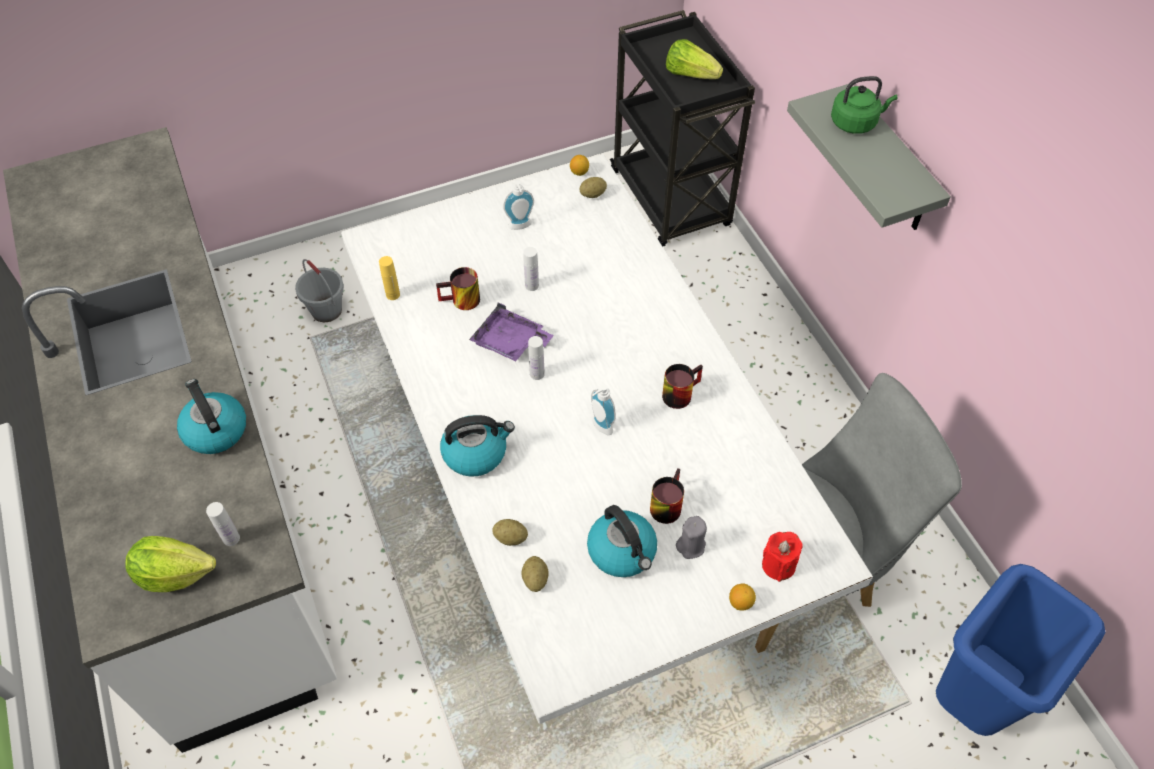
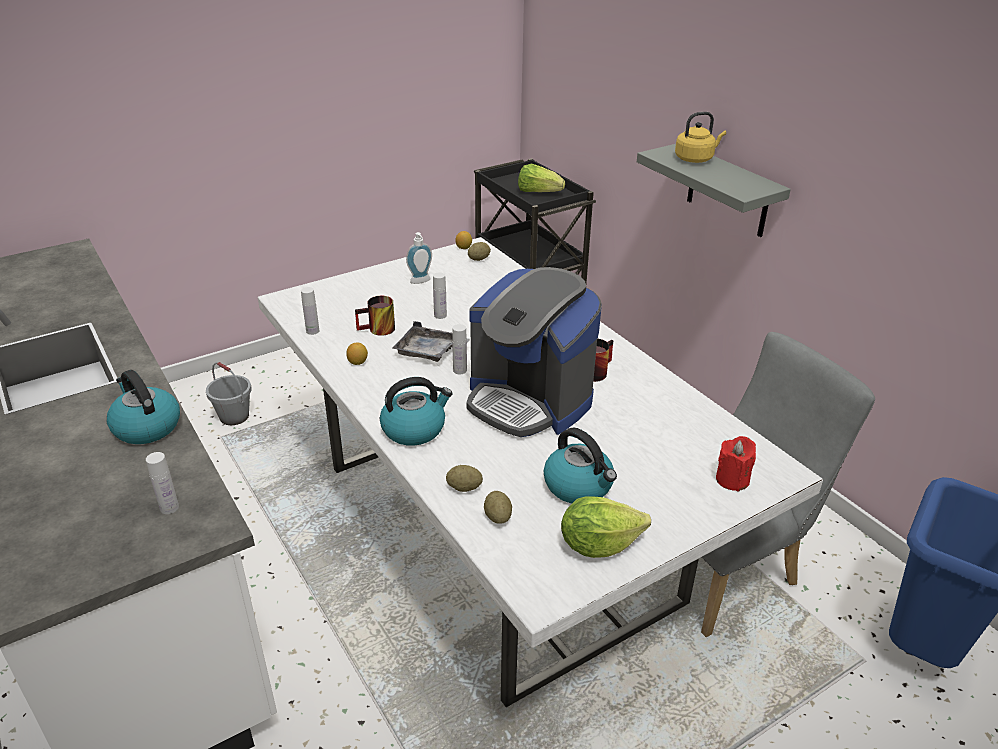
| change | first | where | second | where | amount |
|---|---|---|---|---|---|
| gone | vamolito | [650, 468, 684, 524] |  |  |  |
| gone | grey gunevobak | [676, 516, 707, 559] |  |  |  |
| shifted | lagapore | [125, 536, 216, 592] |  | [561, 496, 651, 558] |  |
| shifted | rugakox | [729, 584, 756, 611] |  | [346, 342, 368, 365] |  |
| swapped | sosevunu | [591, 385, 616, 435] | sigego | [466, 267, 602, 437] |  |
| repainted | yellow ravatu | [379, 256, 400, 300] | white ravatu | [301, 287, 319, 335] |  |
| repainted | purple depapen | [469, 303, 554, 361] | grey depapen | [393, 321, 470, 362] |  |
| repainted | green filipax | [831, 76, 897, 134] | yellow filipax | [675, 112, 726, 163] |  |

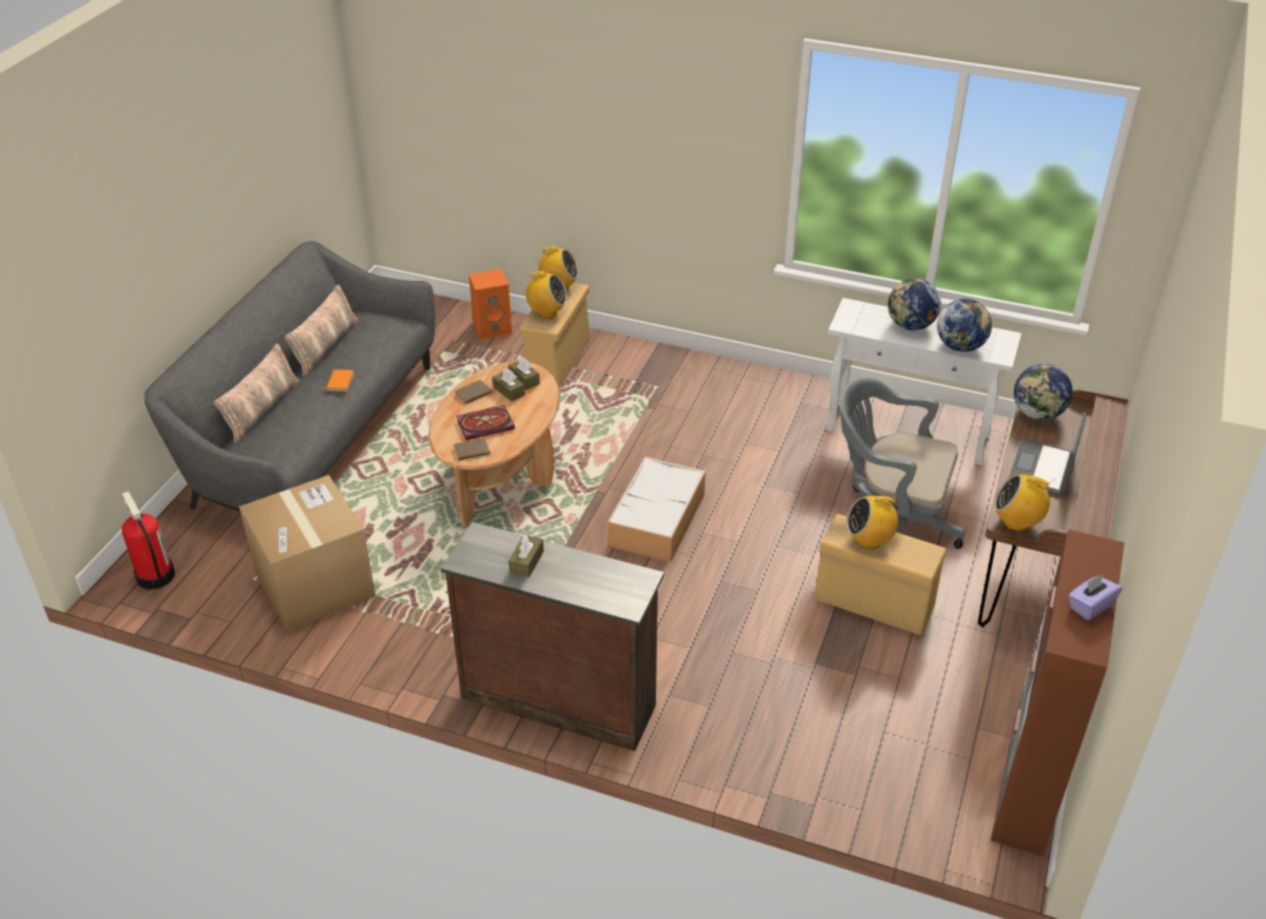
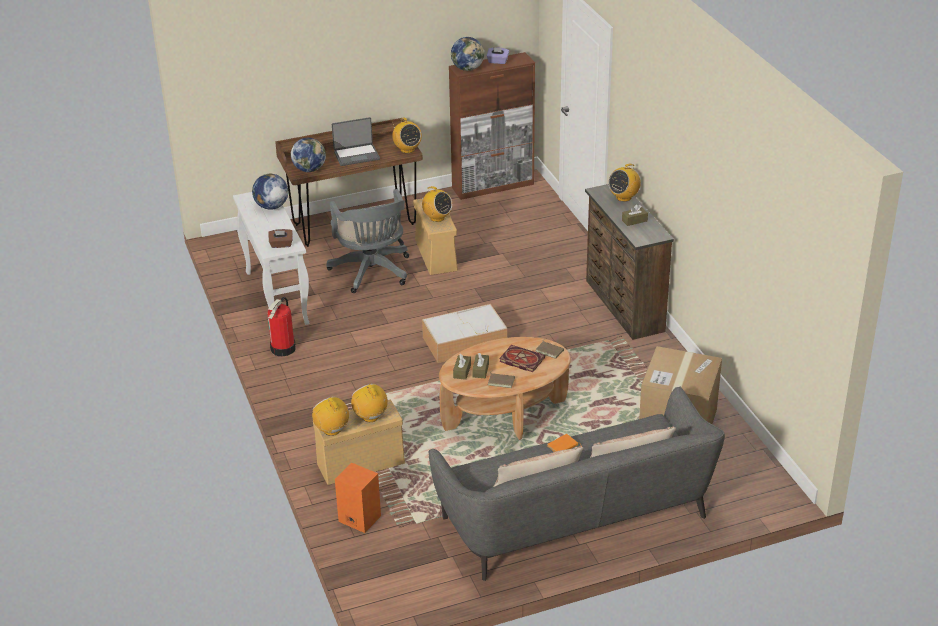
| change | first | where | second | where | amount |
|---|---|---|---|---|---|
| new |  |  | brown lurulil | [269, 229, 292, 248] |  |
| new |  |  | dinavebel | [609, 164, 641, 202] |  |
| shifted | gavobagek | [121, 491, 175, 589] |  | [268, 297, 296, 356] |  |
| shifted | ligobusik | [888, 278, 941, 330] |  | [451, 37, 485, 71] |  |

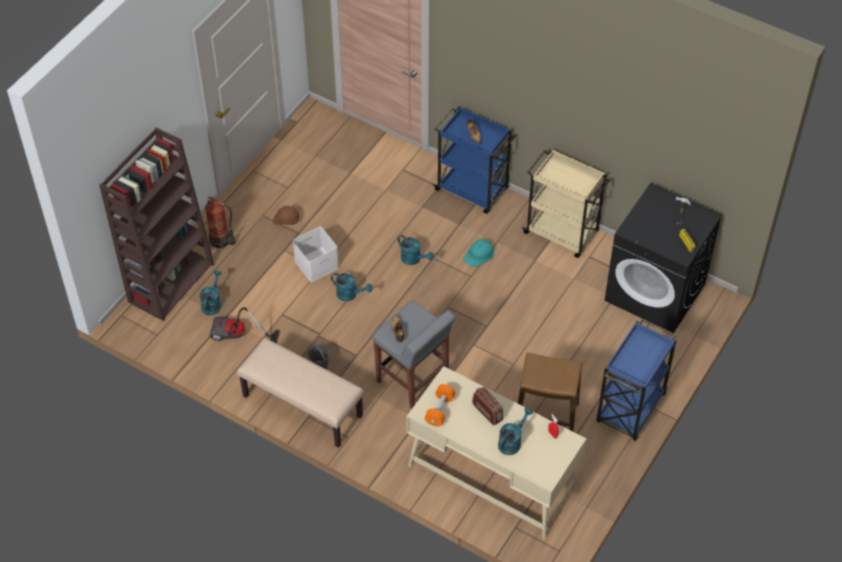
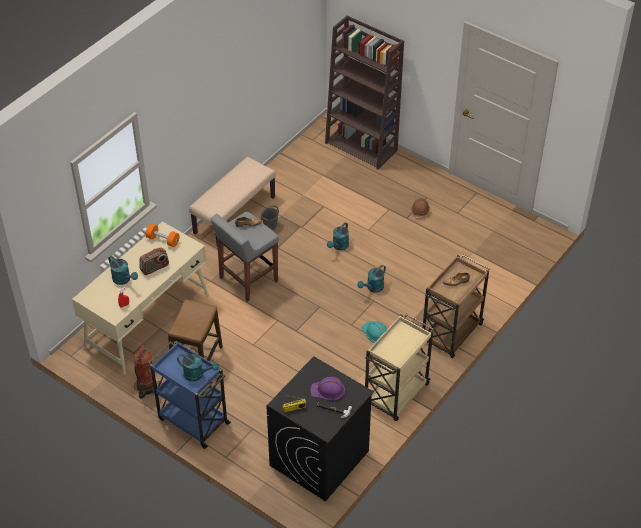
| change | first | where | second | where | amount |
|---|---|---|---|---|---|
| gone | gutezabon | [210, 308, 280, 343] |  |  |  |
| gone | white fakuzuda | [293, 226, 339, 282] |  |  |  |
| new |  |  | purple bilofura | [310, 377, 345, 401] |  |
| shifted | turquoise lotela | [200, 270, 222, 315] |  | [177, 354, 219, 381] |  |
| shifted | gavobagek | [205, 197, 236, 249] |  | [133, 345, 160, 399] |  |
| repainted | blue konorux | [433, 106, 516, 214] | brown konorux | [423, 254, 490, 358] |  |

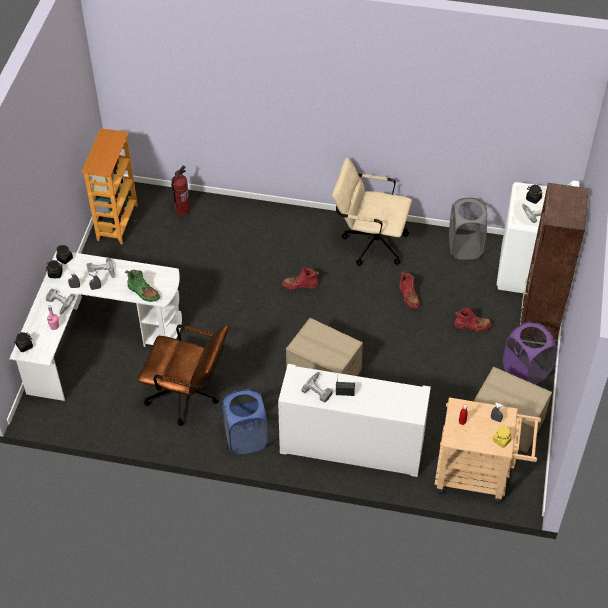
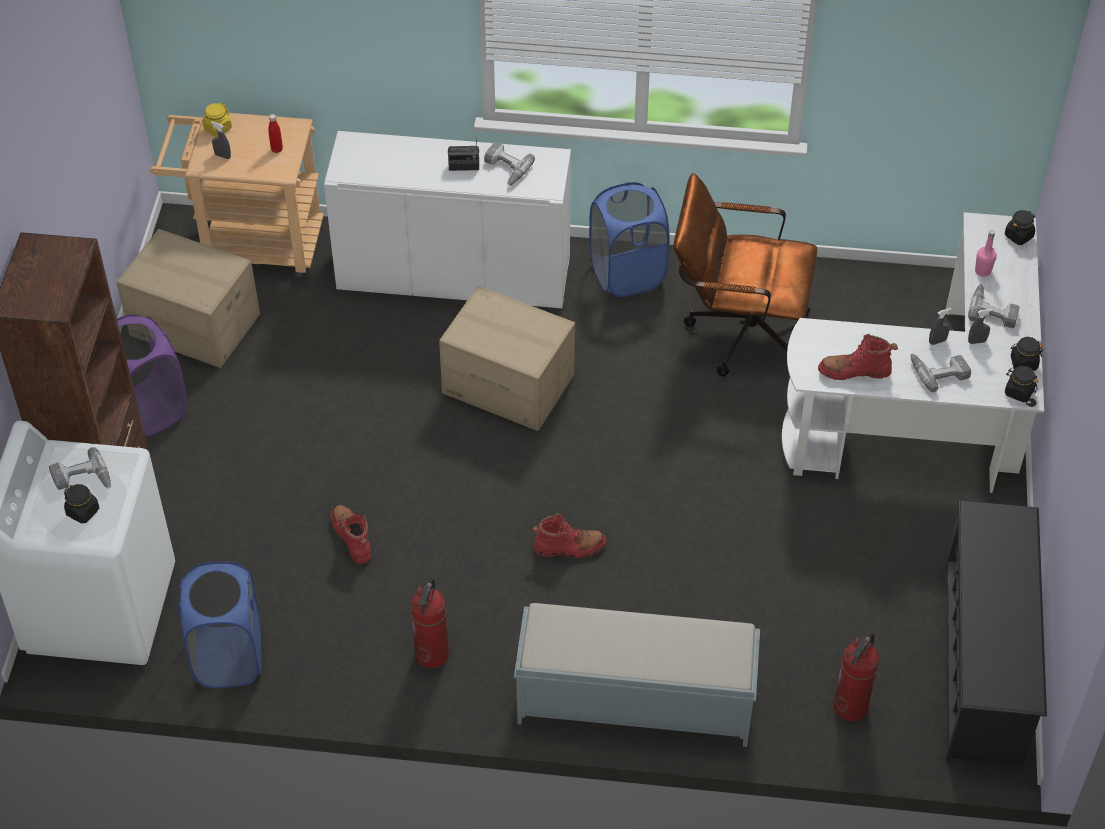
| change | first | where | second | where | amount |
|---|---|---|---|---|---|
| gone | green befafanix | [125, 270, 160, 302] |  |  |  |
| new |  |  | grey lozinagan | [514, 603, 760, 747] |  |
| shifted | red befafanix | [454, 307, 492, 332] |  | [818, 334, 898, 380] |  |
| swapped | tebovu | [81, 128, 138, 245] | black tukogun | [945, 500, 1047, 765] |  |
| swapped | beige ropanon | [332, 158, 412, 266] | gavobagek | [411, 578, 449, 668] |  |
| repainted | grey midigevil | [449, 198, 487, 260] | blue midigevil | [178, 562, 262, 688] |  |

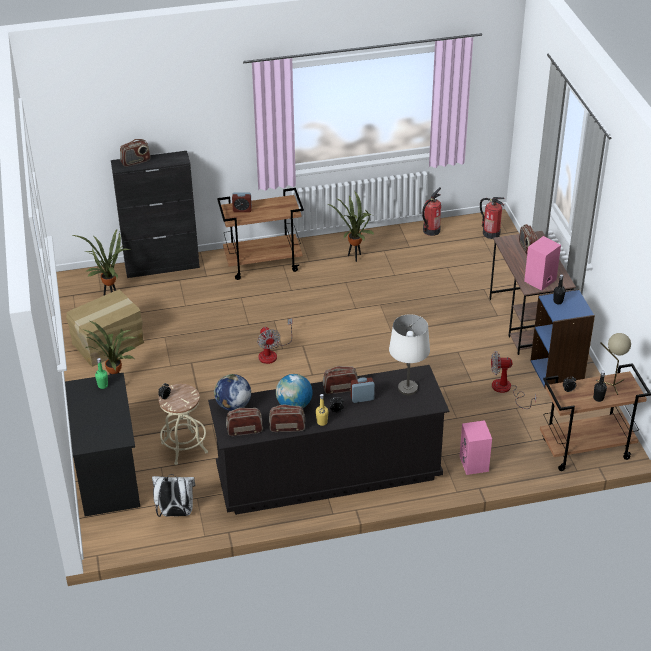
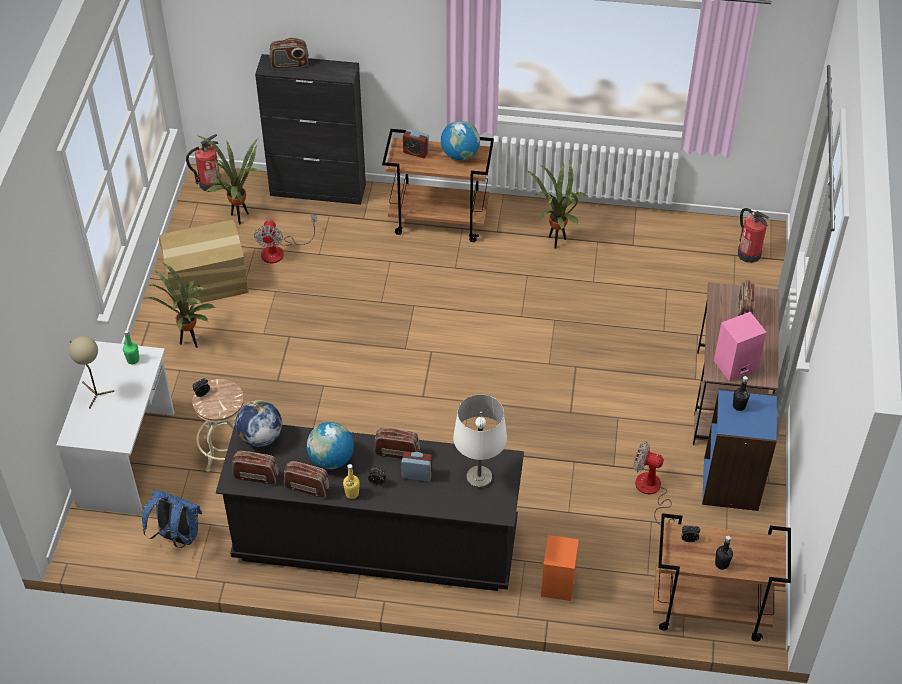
| change | first | where | second | where | amount |
|---|---|---|---|---|---|
| new |  |  | ligobusik | [441, 121, 480, 160] |  |
| shifted | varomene | [257, 318, 293, 364] |  | [254, 215, 317, 263] |  |
| shifted | gavobagek | [422, 187, 441, 236] |  | [186, 134, 221, 192] |  |
| shifted | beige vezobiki | [596, 333, 631, 395] |  | [69, 336, 114, 409] |  |
| repainted | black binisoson | [65, 373, 140, 516] | white binisoson | [56, 341, 174, 515] |  |
| repainted | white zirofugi | [152, 474, 195, 517] | blue zirofugi | [142, 490, 202, 548] |  |
| repainted | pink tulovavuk | [460, 420, 492, 475] | orange tulovavuk | [541, 535, 579, 601] |  |

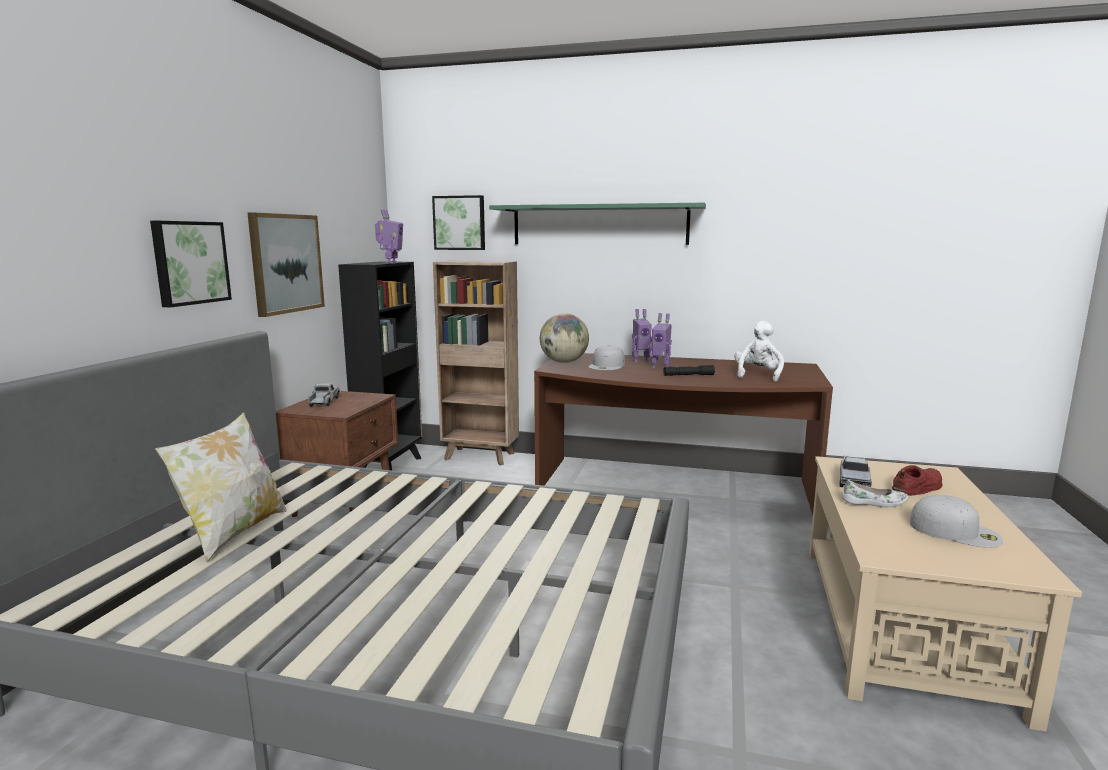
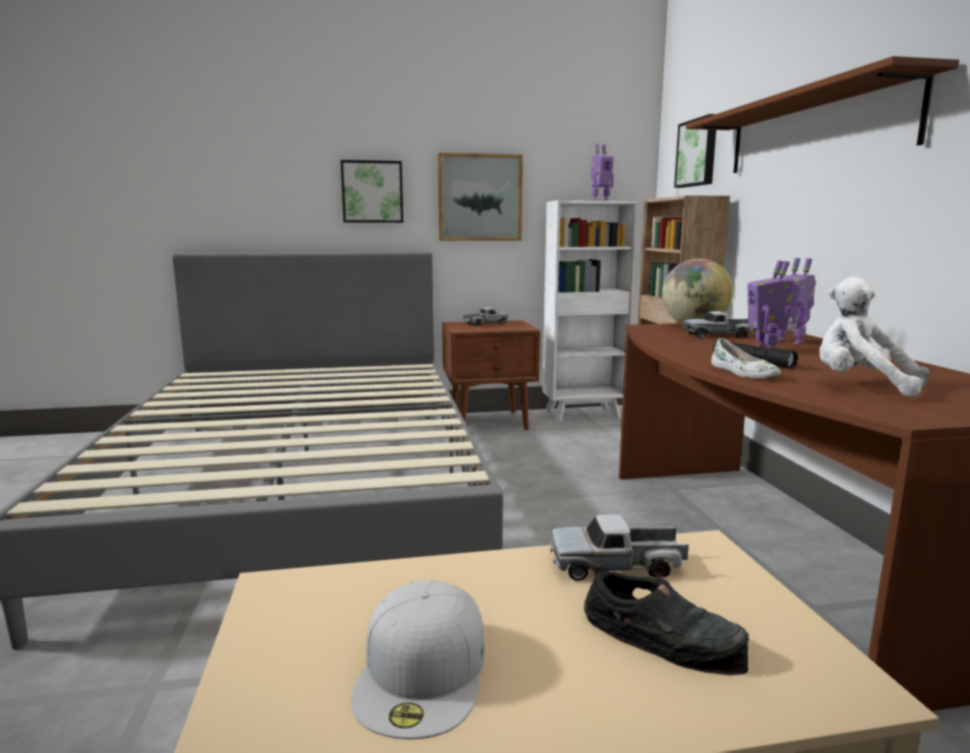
| change | first | where | second | where | amount |
|---|---|---|---|---|---|
| gone | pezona | [155, 412, 287, 562] |  |  |  |
| shifted | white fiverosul | [842, 480, 908, 507] |  | [711, 338, 781, 378] |  |
| swapped | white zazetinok | [589, 345, 625, 370] | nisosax | [683, 311, 756, 339] |  |
| repainted | black tebovu | [338, 261, 422, 470] | white tebovu | [543, 200, 638, 422] |  |
| repainted | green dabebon | [489, 203, 706, 245] | brown dabebon | [686, 56, 959, 173] |  |
| repainted | red fiverosul | [892, 465, 943, 496] | black fiverosul | [584, 563, 749, 675] |  |
| rotated | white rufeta | [734, 321, 784, 382] |  | [819, 277, 929, 397] | 135 degrees counterclockwise |

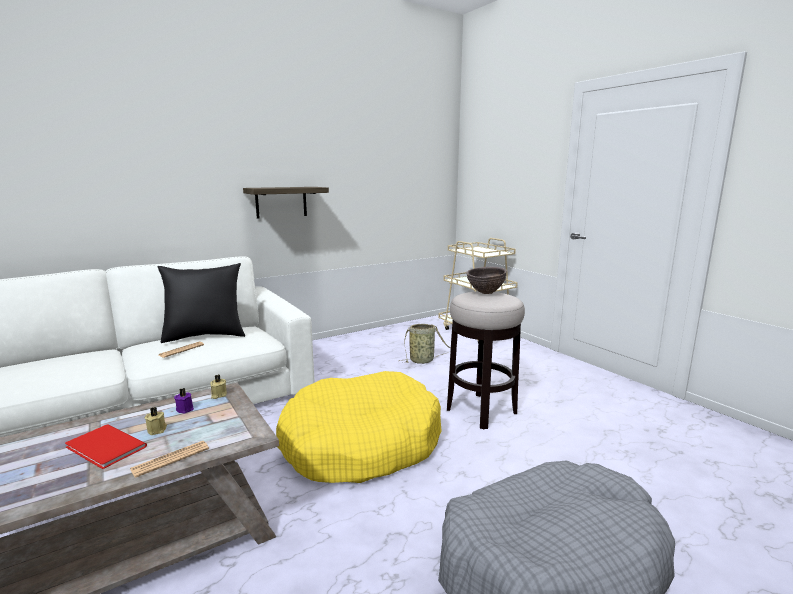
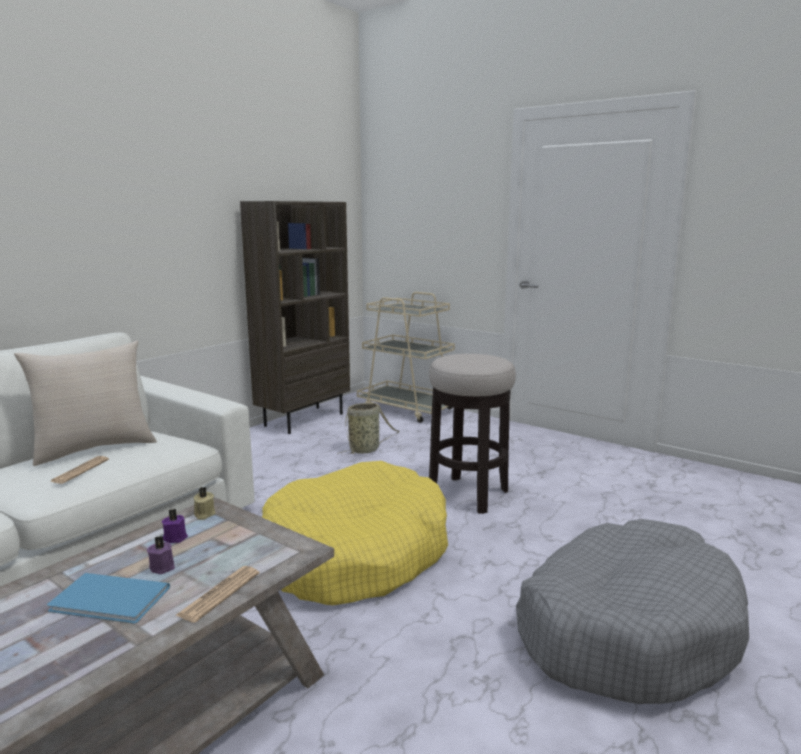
| change | first | where | second | where | amount |
|---|---|---|---|---|---|
| gone | dabebon | [243, 187, 329, 219] |  |  |  |
| gone | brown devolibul | [466, 267, 507, 294] |  |  |  |
| new |  |  | brown tebovu | [240, 201, 350, 434] |  |
| repainted | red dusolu | [65, 424, 147, 469] | blue dusolu | [47, 573, 170, 624] |  |
| repainted | beige gunevobak | [145, 407, 167, 435] | purple gunevobak | [147, 536, 175, 574] |  |
| repainted | black pezona | [157, 263, 245, 343] | beige pezona | [14, 341, 157, 466] |  |

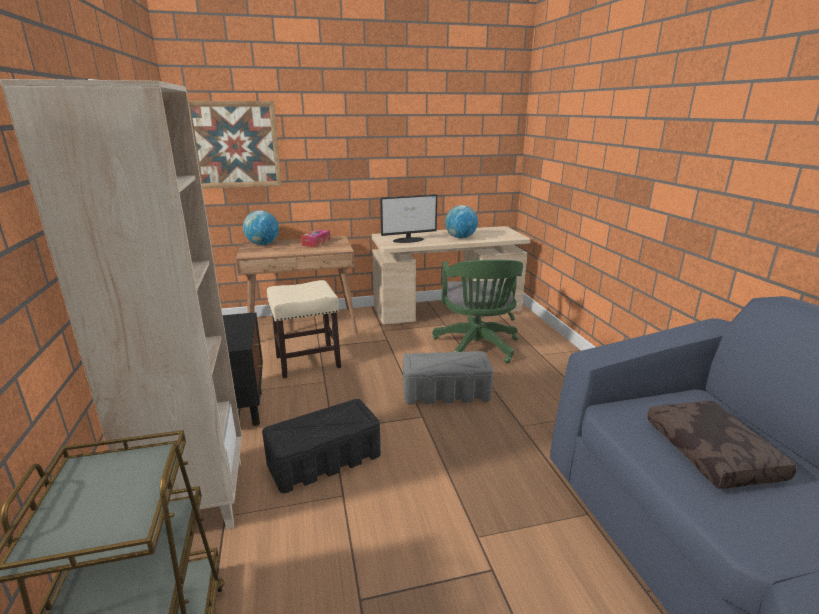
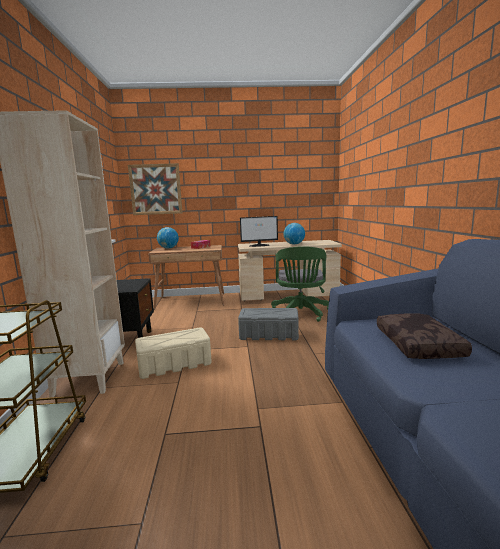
| change | first | where | second | where | amount |
|---|---|---|---|---|---|
| gone | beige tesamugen | [267, 280, 341, 378] |  |  |  |
| repainted | black fakuzuda | [262, 399, 381, 493] | beige fakuzuda | [135, 327, 212, 379] |  |

